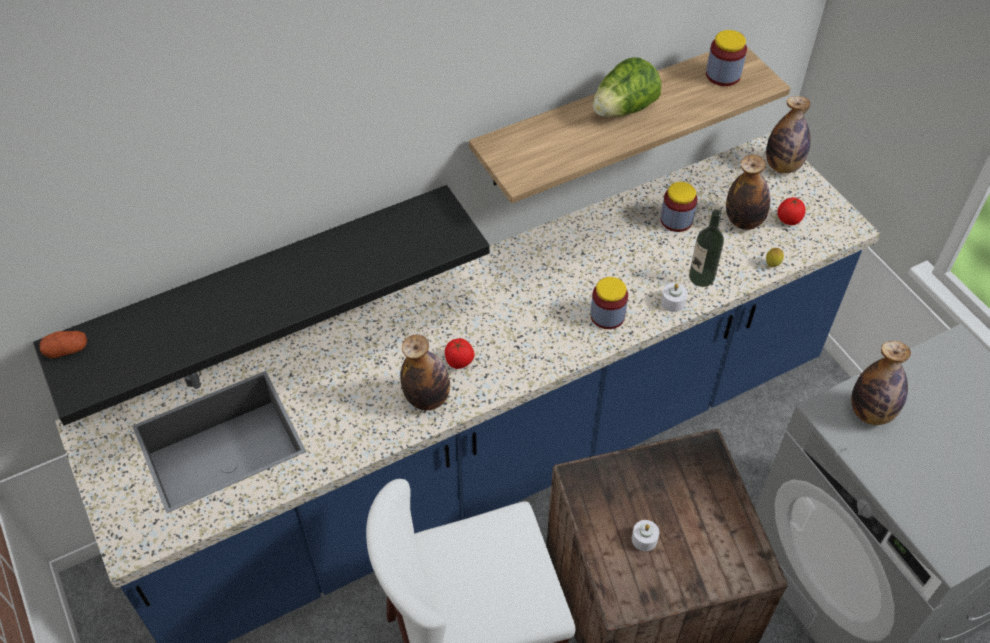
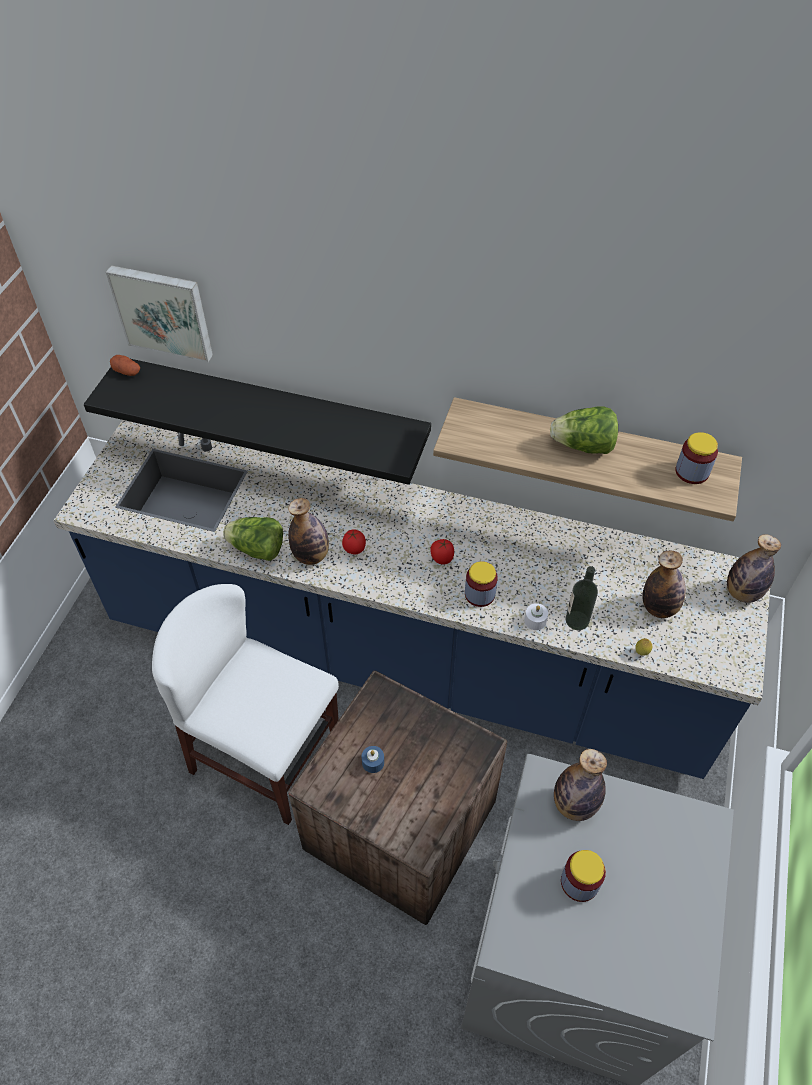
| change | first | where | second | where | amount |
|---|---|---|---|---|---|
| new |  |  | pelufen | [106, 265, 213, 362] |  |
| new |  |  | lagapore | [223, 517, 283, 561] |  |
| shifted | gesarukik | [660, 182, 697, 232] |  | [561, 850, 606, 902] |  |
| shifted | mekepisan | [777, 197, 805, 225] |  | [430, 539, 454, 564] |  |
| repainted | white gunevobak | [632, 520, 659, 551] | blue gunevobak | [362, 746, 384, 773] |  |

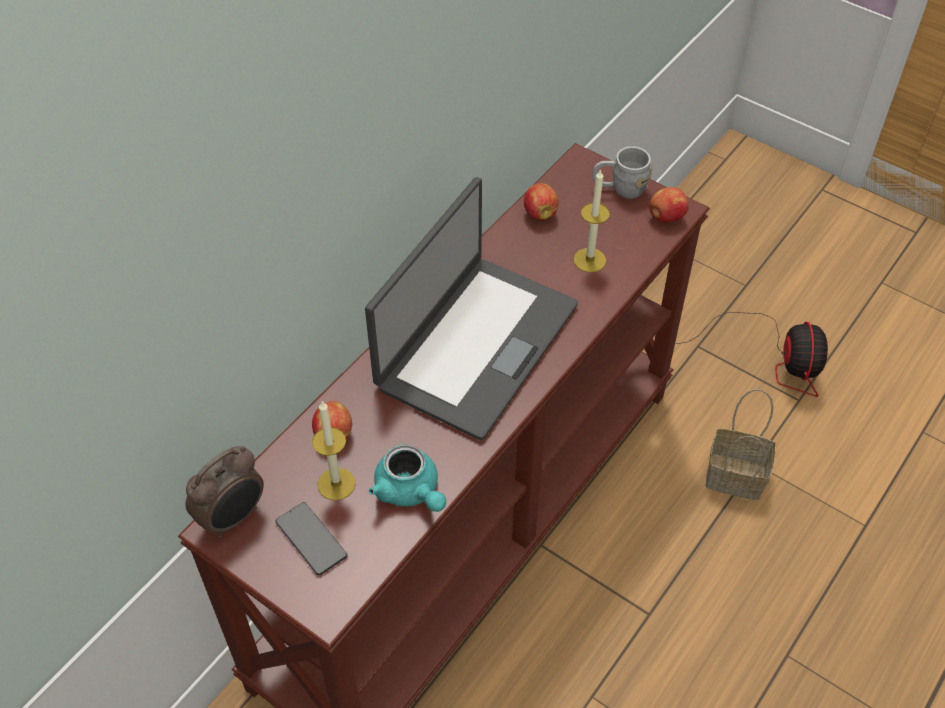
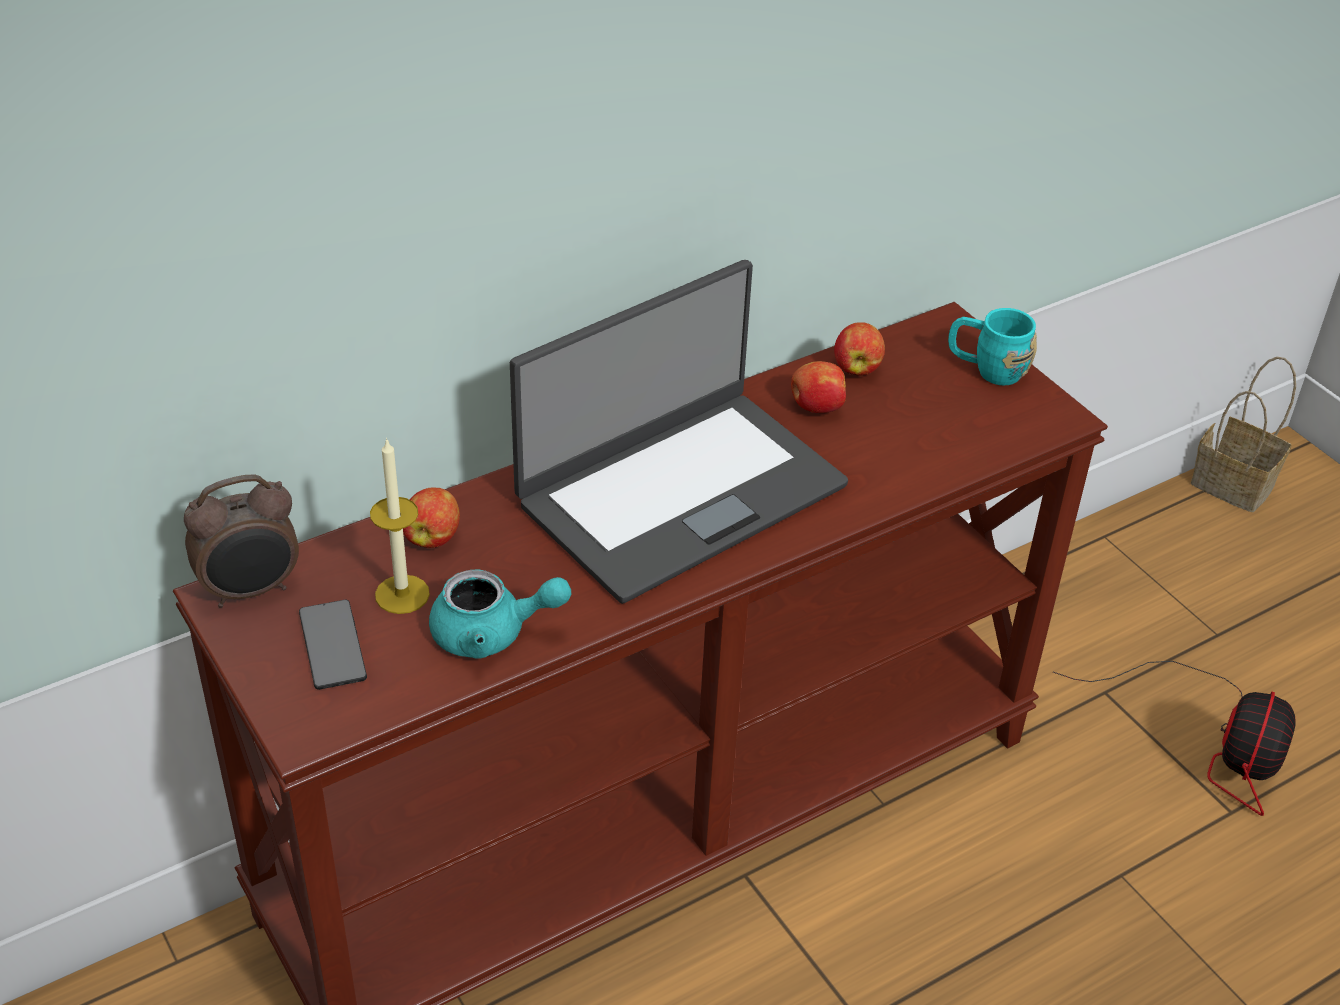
| change | first | where | second | where | amount |
|---|---|---|---|---|---|
| gone | gunevobak | [573, 169, 610, 273] |  |  |  |
| shifted | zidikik | [649, 187, 689, 222] |  | [791, 361, 846, 413] |  |
| shifted | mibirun | [706, 389, 776, 500] |  | [1191, 357, 1296, 512] |  |
| repainted | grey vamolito | [592, 146, 652, 199] | turquoise vamolito | [948, 308, 1037, 385] |  |
| rotated | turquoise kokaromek | [369, 444, 446, 512] |  | [429, 569, 572, 658] | 75 degrees counterclockwise |

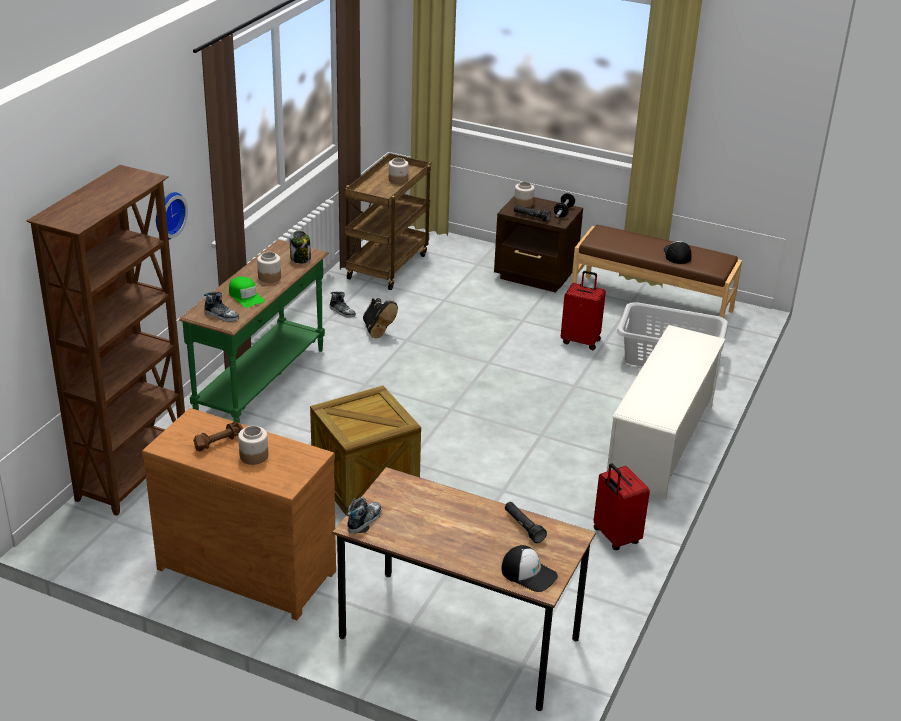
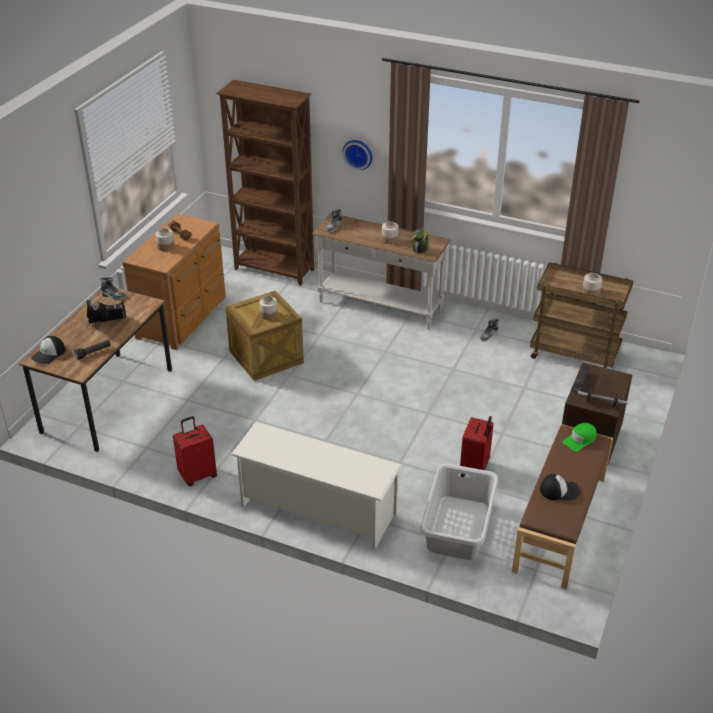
| change | first | where | second | where | amount |
|---|---|---|---|---|---|
| shifted | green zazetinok | [229, 277, 265, 308] |  | [563, 423, 597, 452] |  |
| shifted | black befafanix | [363, 298, 398, 338] |  | [85, 300, 126, 323] |  |
| shifted | gesarukik | [514, 182, 535, 208] |  | [260, 296, 278, 320] |  |
| repainted | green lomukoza | [179, 240, 329, 423] | white lomukoza | [312, 213, 451, 329] |  |

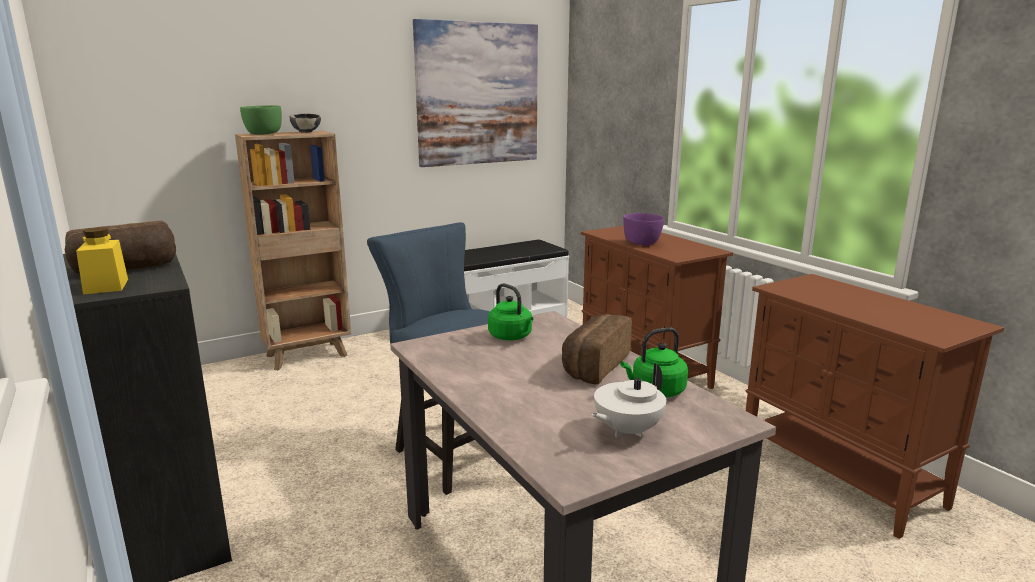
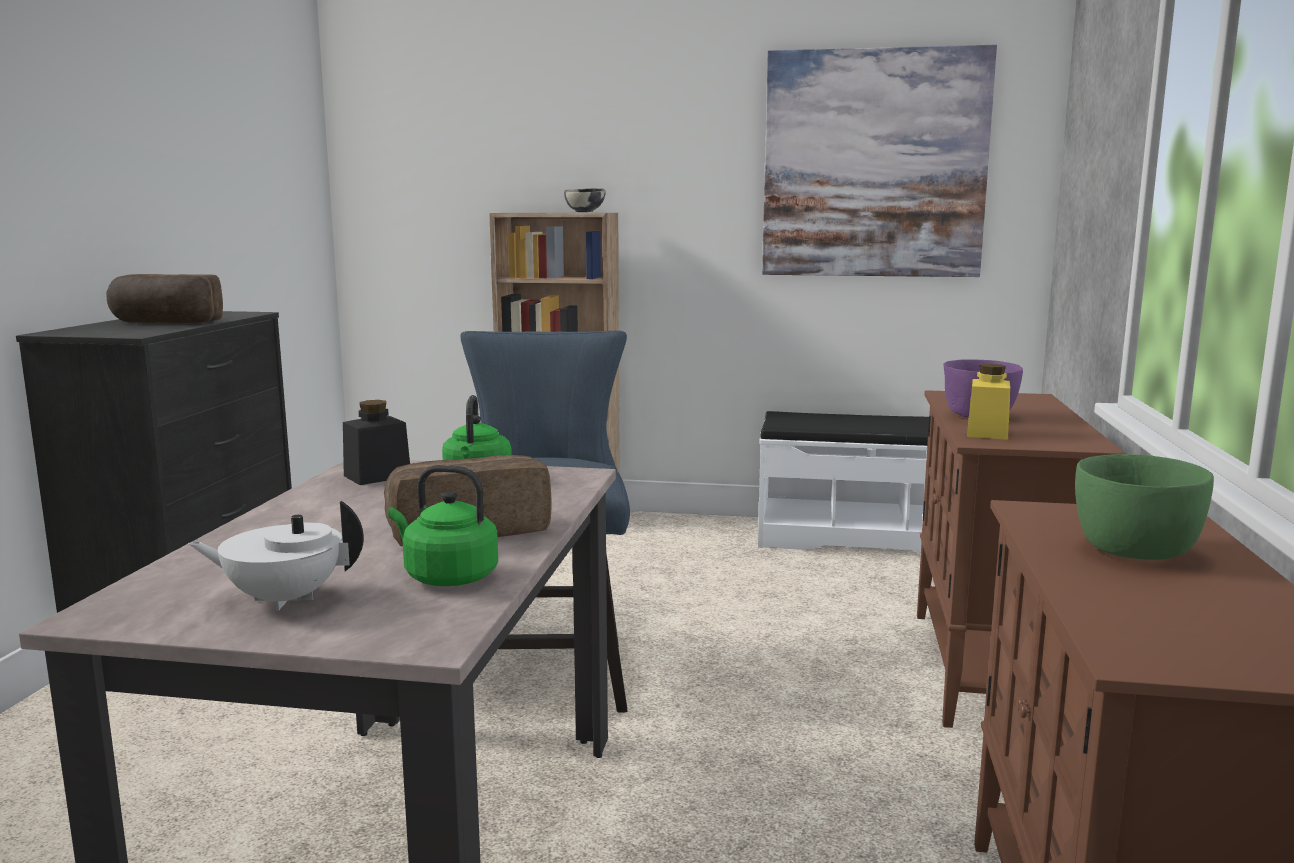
| change | first | where | second | where | amount |
|---|---|---|---|---|---|
| new |  |  | black gesarukik | [343, 400, 410, 485] |  |
| shifted | yellow gesarukik | [76, 228, 128, 294] |  | [967, 364, 1011, 440] |  |
| shifted | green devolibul | [240, 105, 282, 135] |  | [1075, 454, 1214, 560] |  |

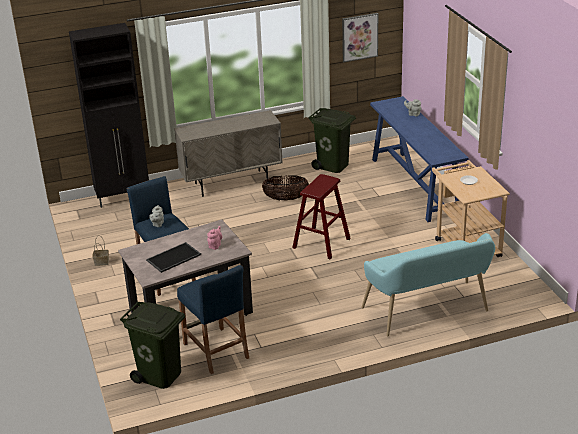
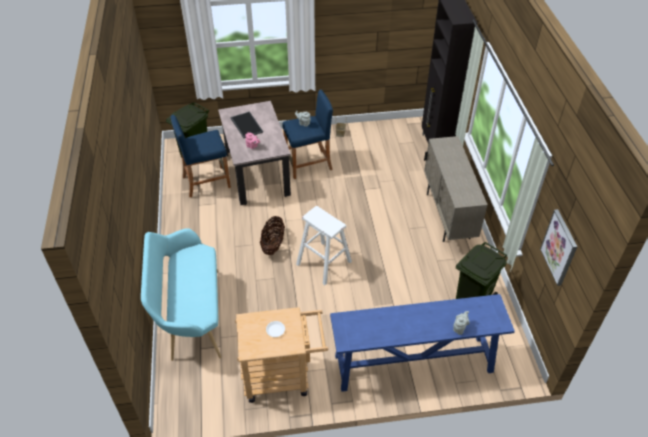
| change | first | where | second | where | amount |
|---|---|---|---|---|---|
| shifted | mibirun | [262, 175, 309, 200] |  | [260, 216, 285, 255] |  |
| repainted | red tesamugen | [292, 174, 351, 260] | white tesamugen | [296, 206, 352, 285] |  |

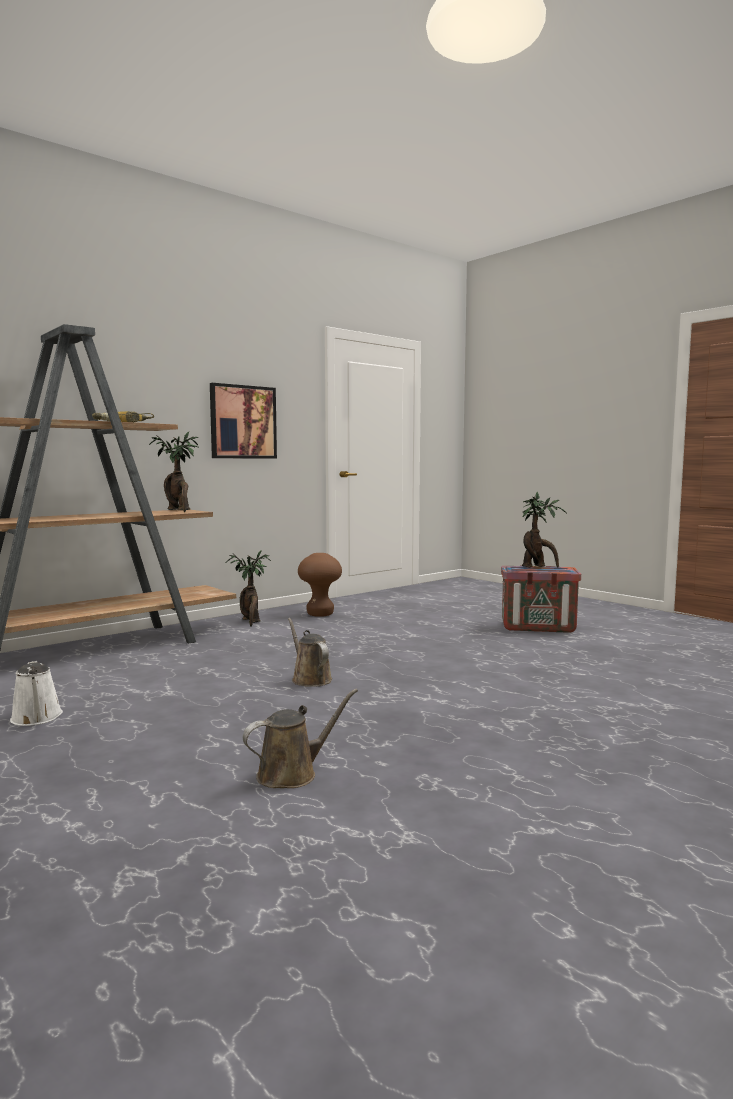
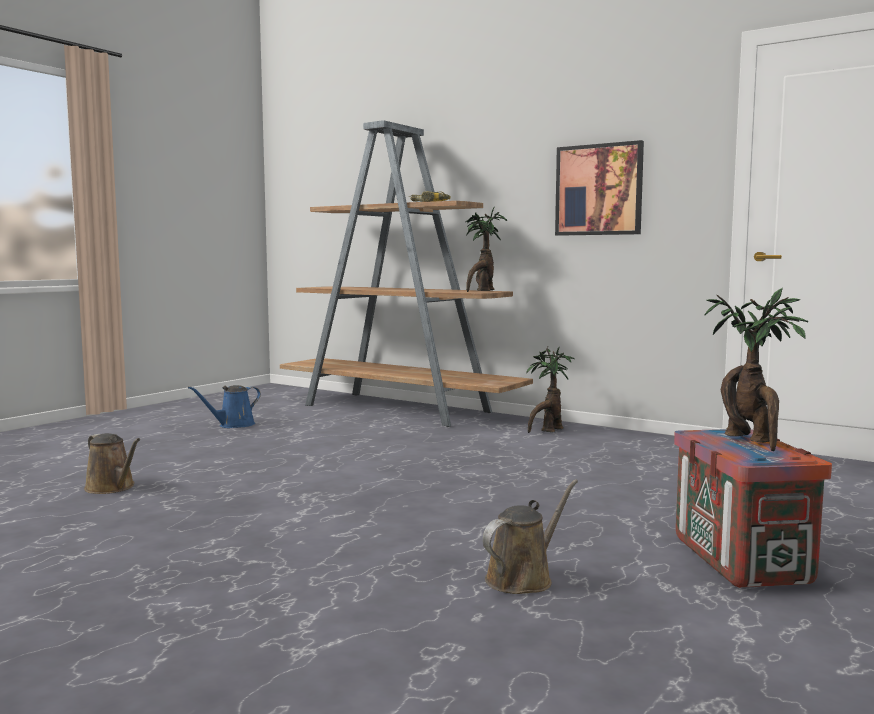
| change | first | where | second | where | amount |
|---|---|---|---|---|---|
| gone | brown tesamugen | [298, 553, 342, 617] |  |  |  |
| shifted | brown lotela | [288, 618, 332, 687] |  | [482, 479, 578, 594] |  |
| repainted | white lotela | [10, 661, 63, 726] | blue lotela | [188, 385, 261, 428] |  |

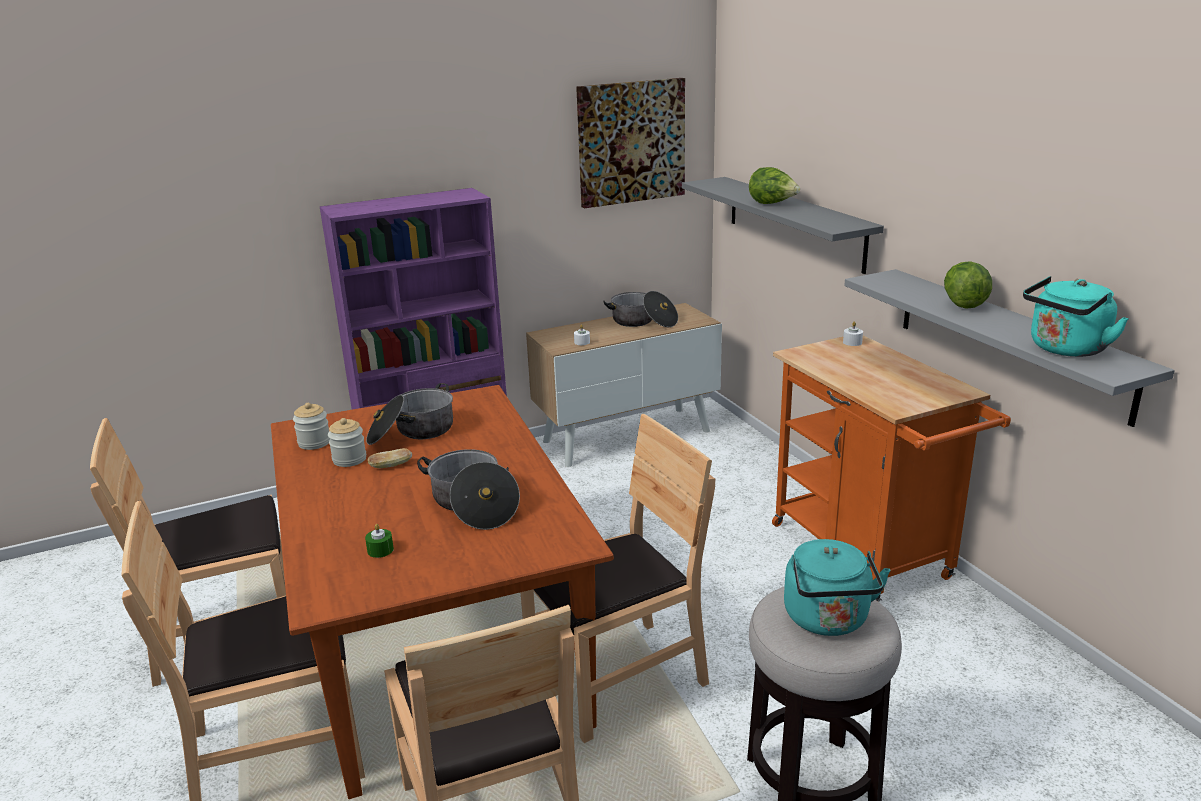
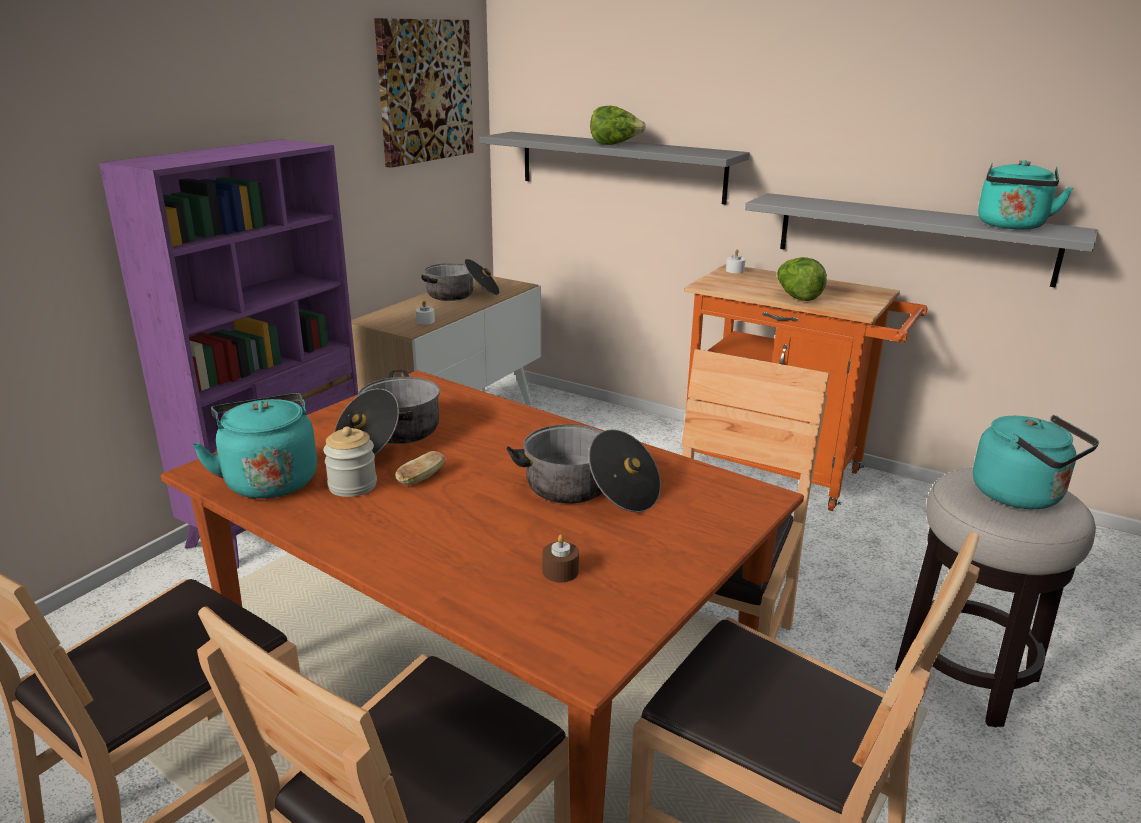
| change | first | where | second | where | amount |
|---|---|---|---|---|---|
| shifted | lagapore | [944, 261, 992, 309] |  | [777, 257, 827, 301] |  |
| swapped | gesarukik | [293, 403, 330, 450] | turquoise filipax | [192, 393, 317, 499] |  |
| repainted | green gunevobak | [365, 524, 394, 558] | brown gunevobak | [543, 535, 579, 583] |  |

